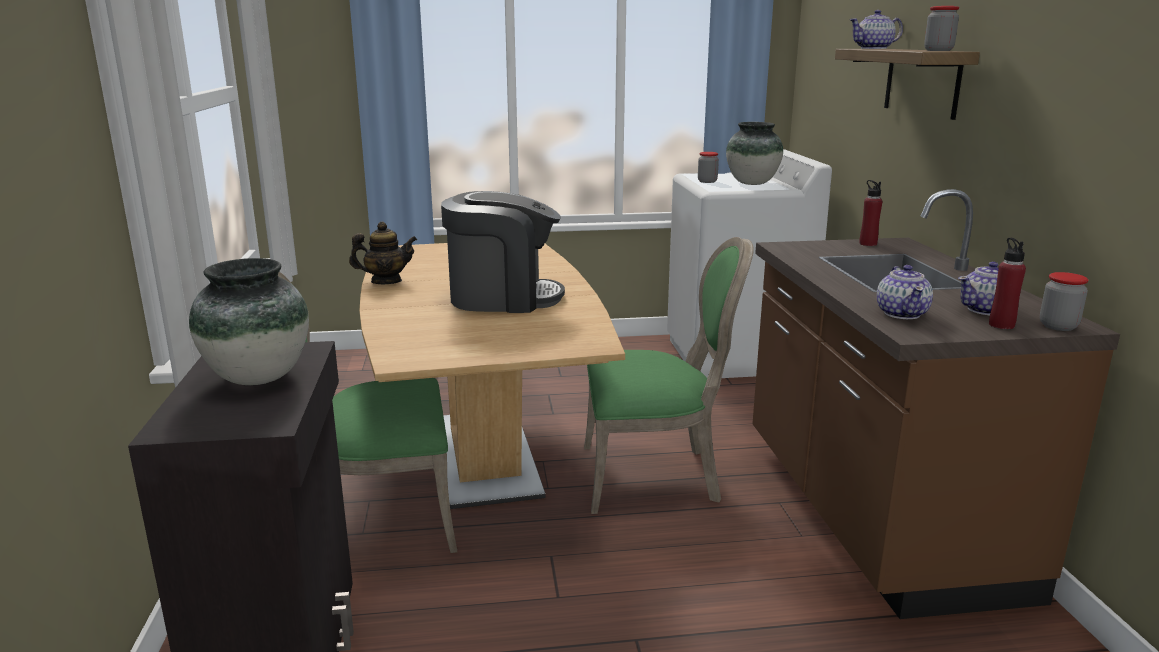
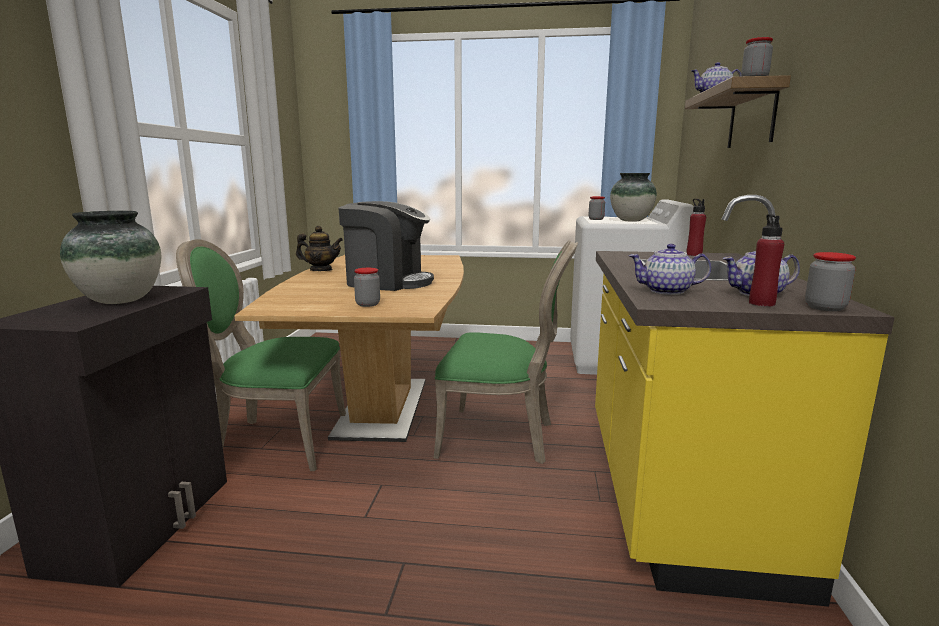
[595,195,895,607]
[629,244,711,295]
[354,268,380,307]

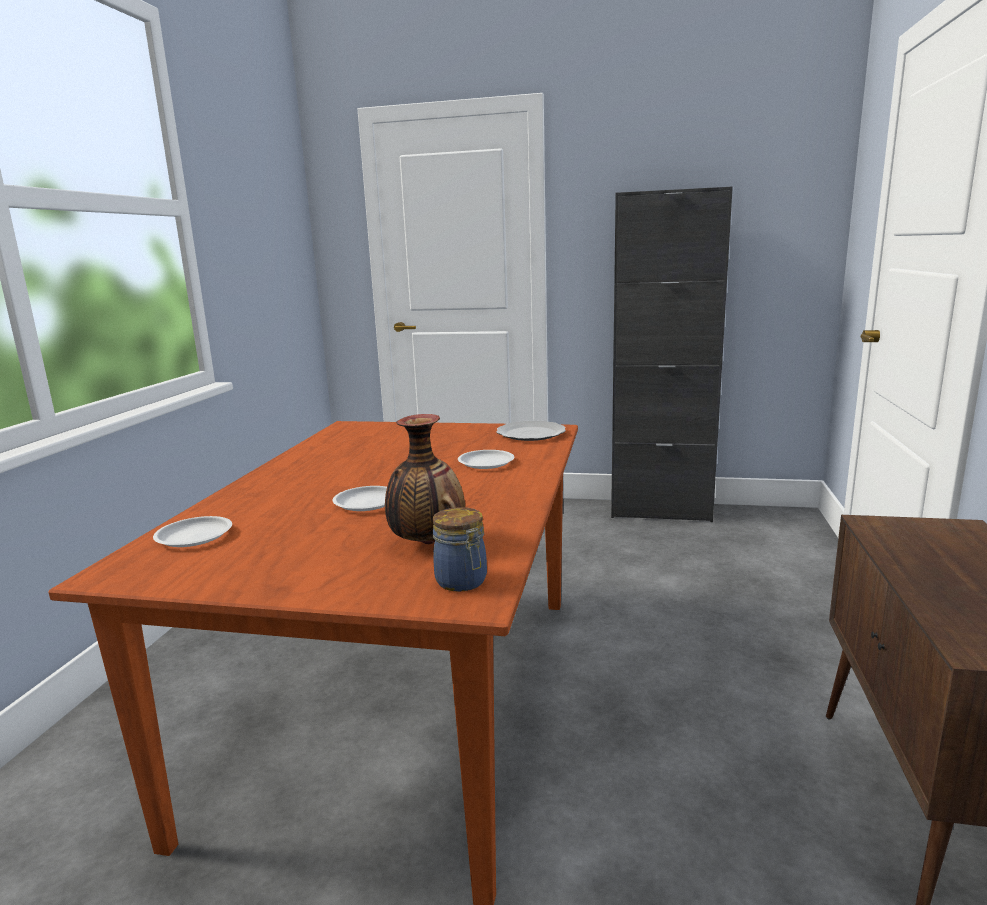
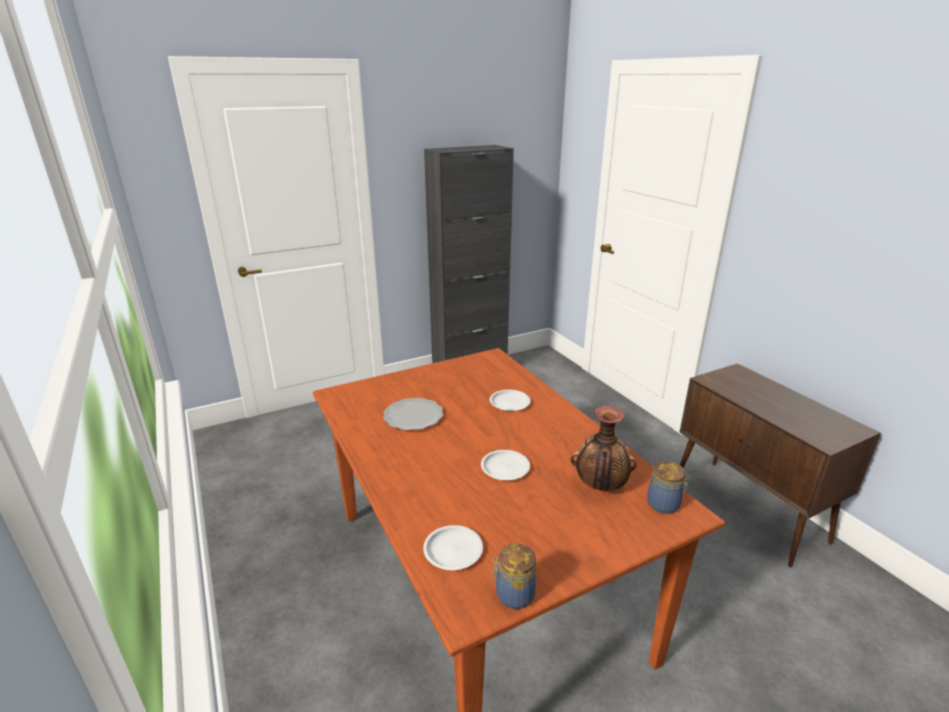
[383,398,443,431]
[492,543,536,609]

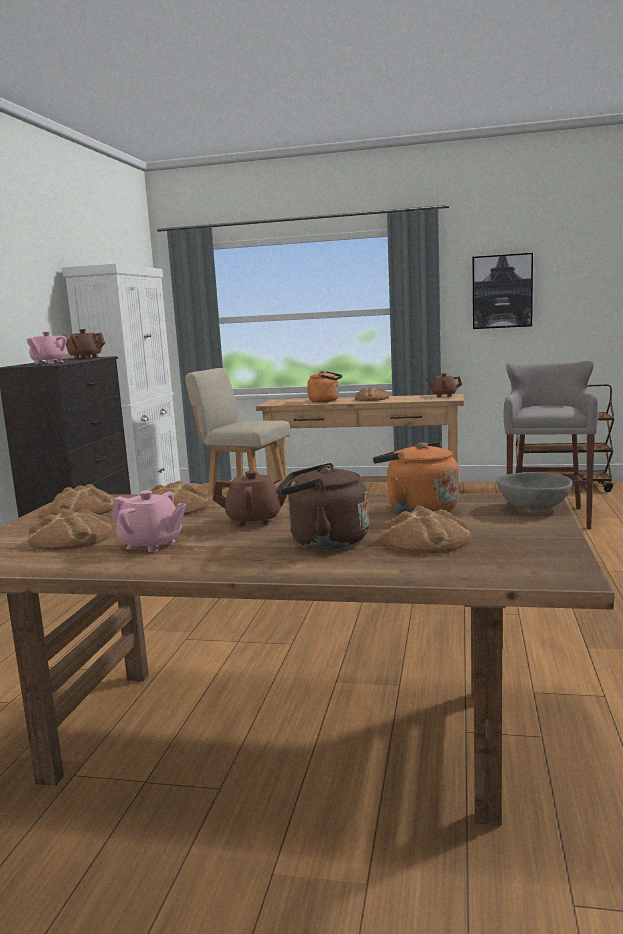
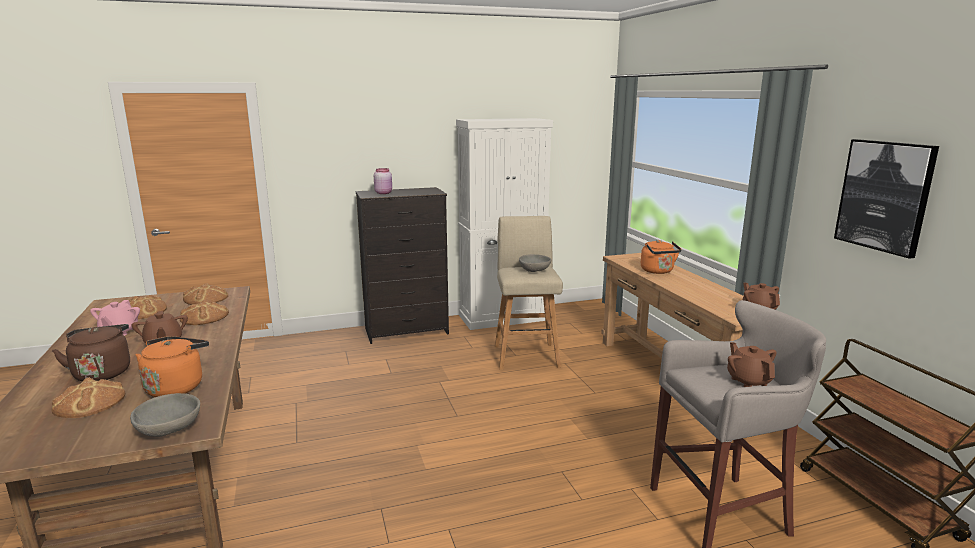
[374,168,392,194]
[727,342,776,387]
[355,387,389,401] (first image)
[519,254,552,272]

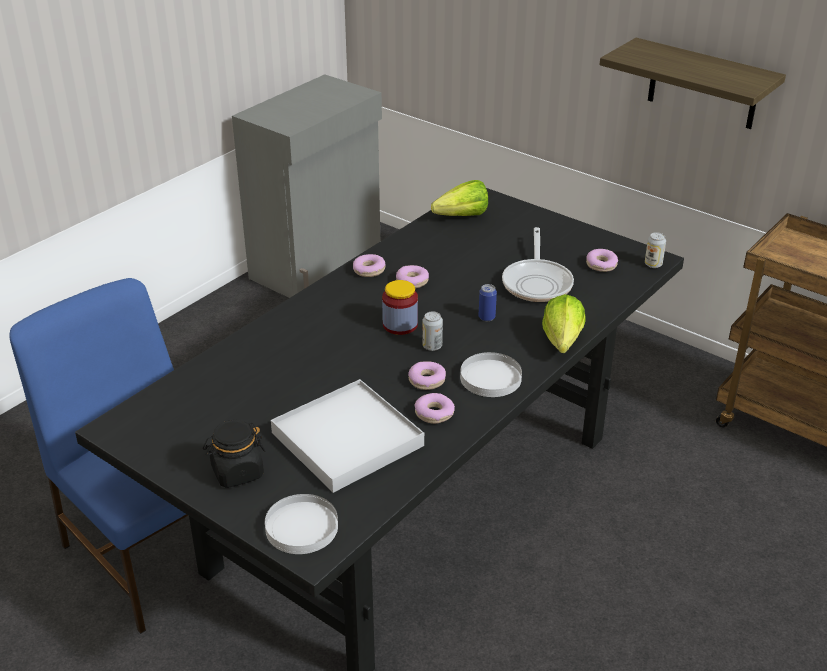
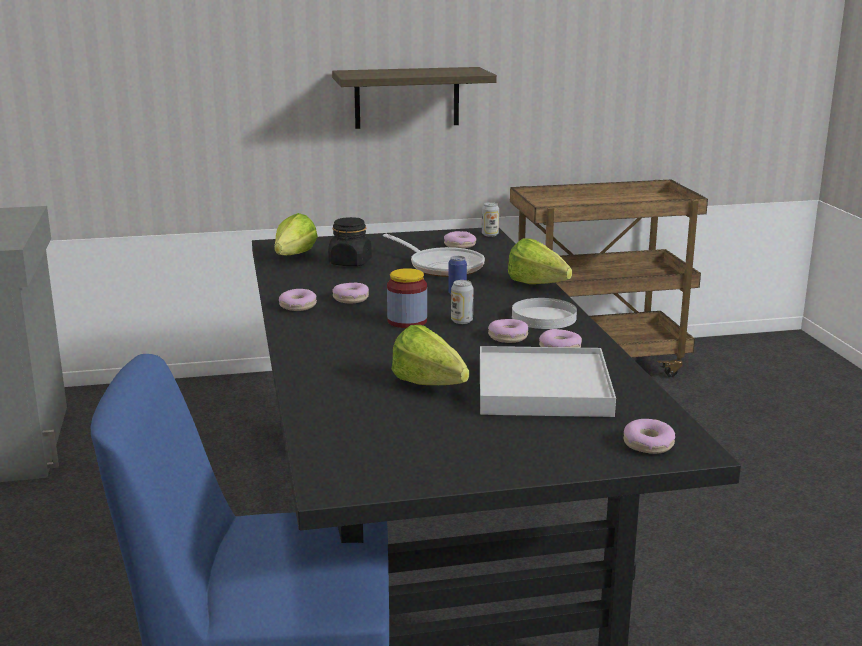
[328,217,372,266]
[624,419,675,454]
[391,325,469,385]

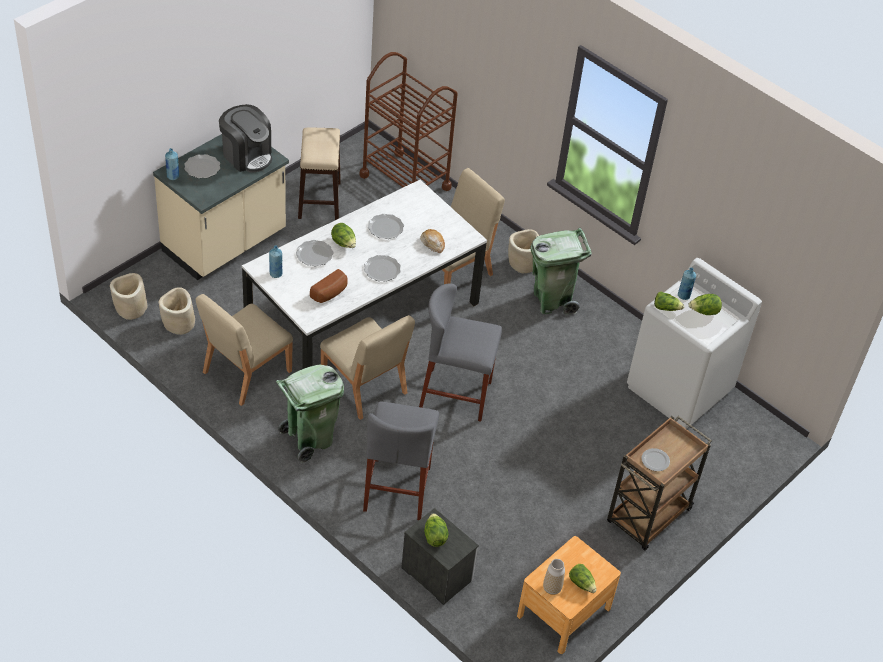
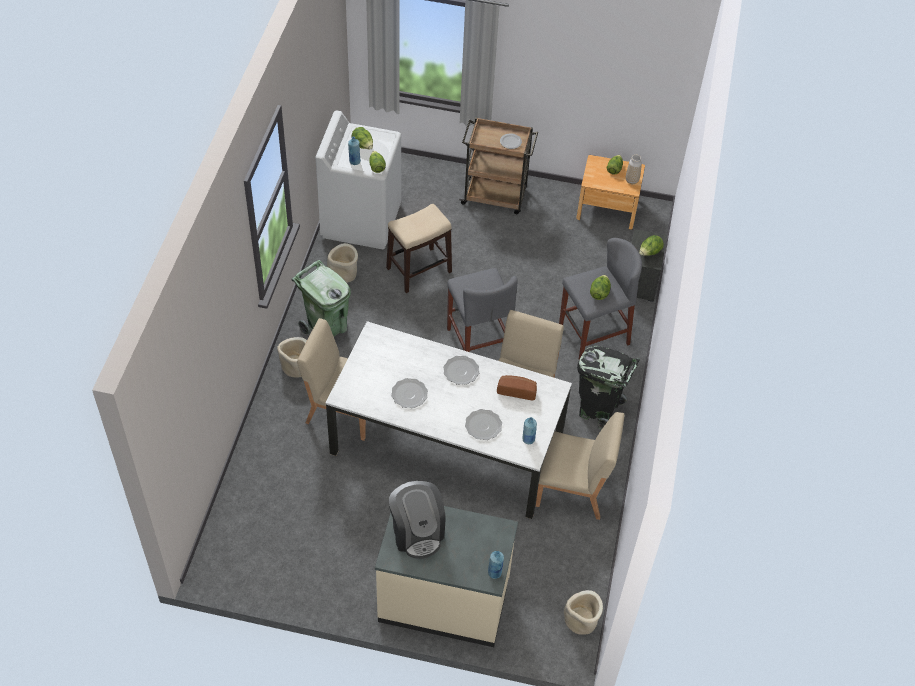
[327,243,358,283]
[185,154,220,178] (first image)
[389,481,446,559]
[577,346,640,429]
[386,204,452,293]
[590,275,611,300]
[360,52,458,191] (first image)
[420,229,445,253] (first image)

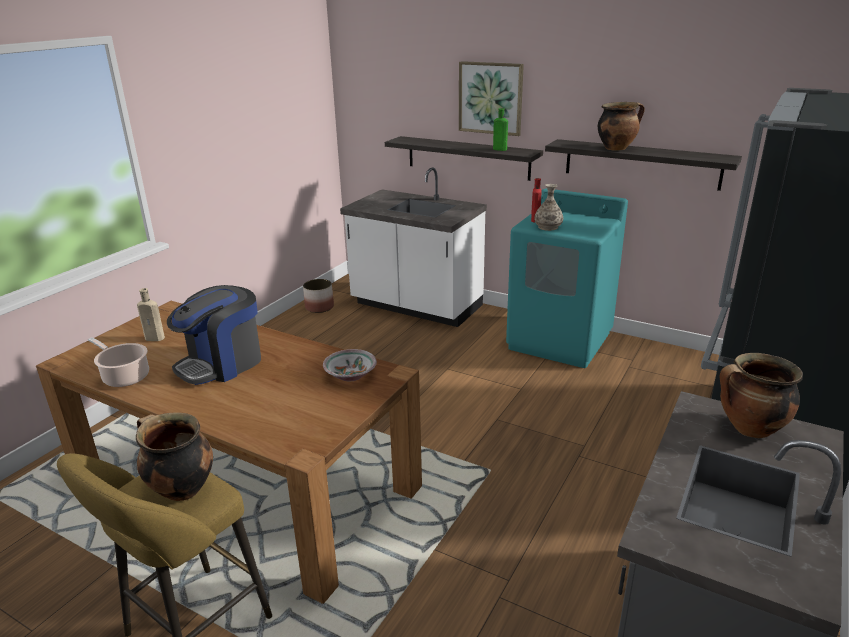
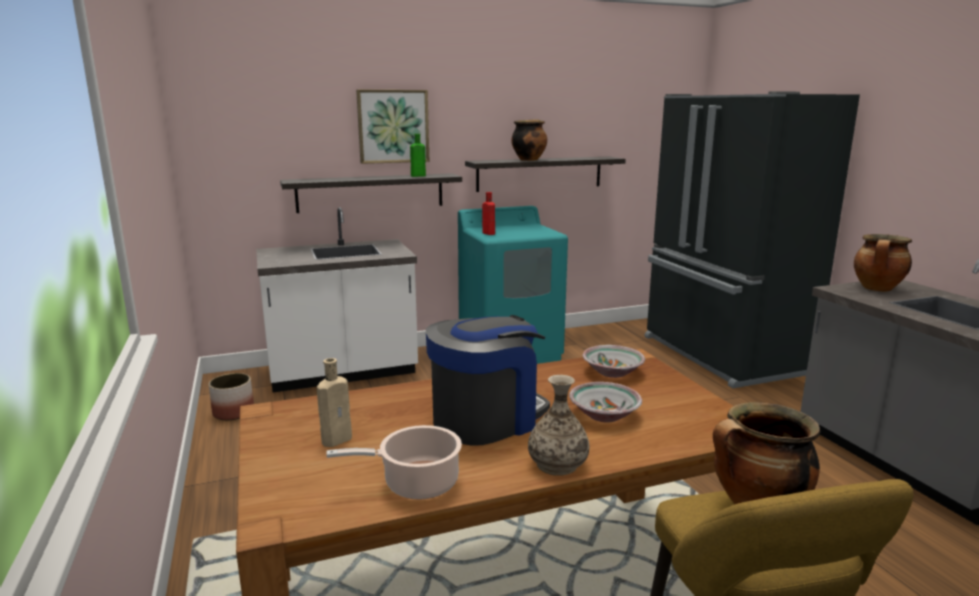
[426,315,550,446]
[528,375,589,476]
[569,382,642,423]

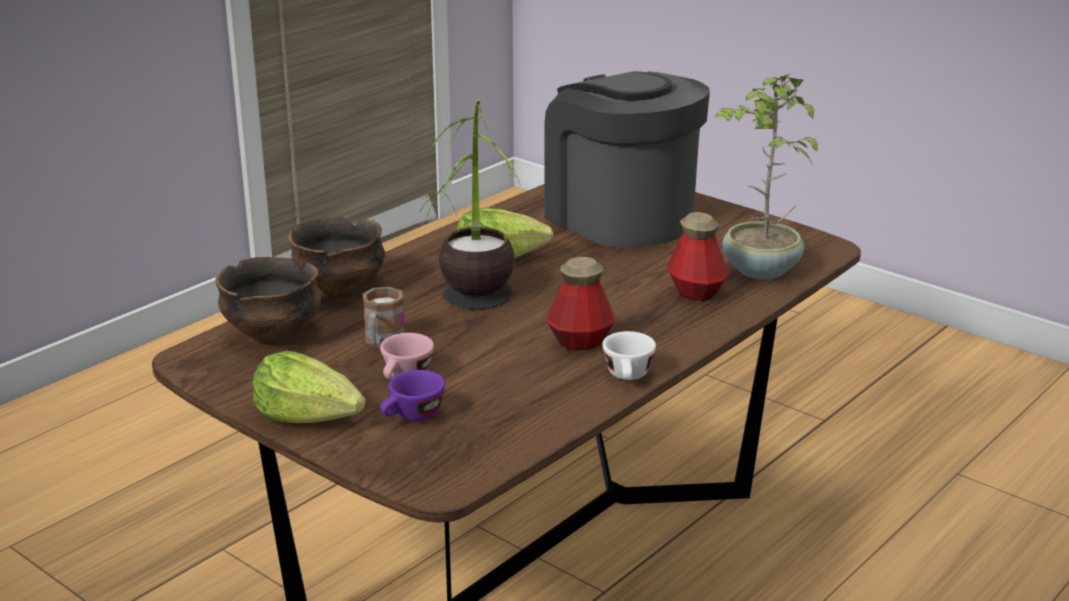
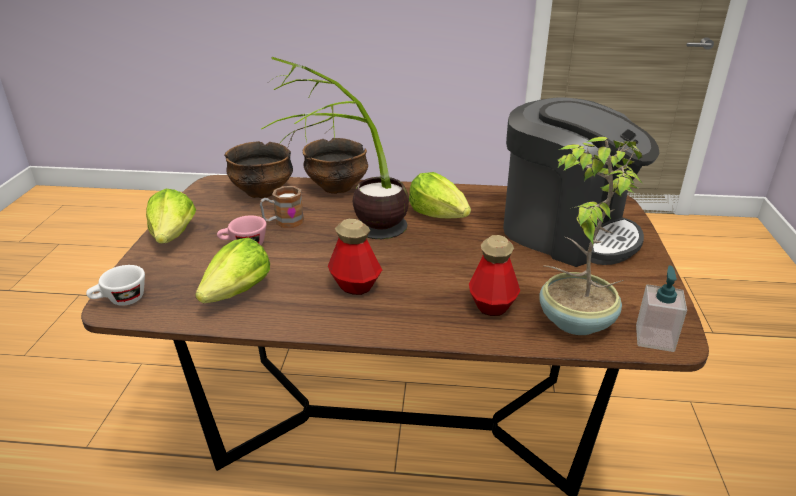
[380,370,445,422] (first image)
[503,97,659,267]
[86,265,145,306]
[195,238,270,303]
[636,265,687,352]

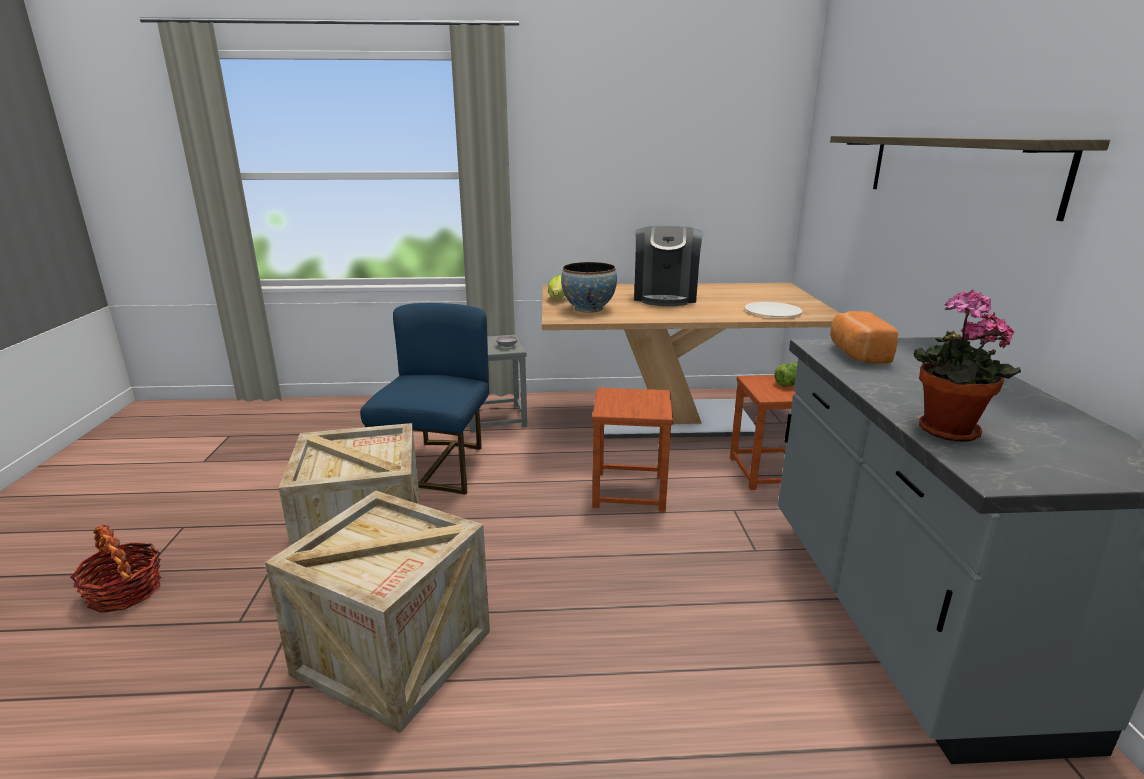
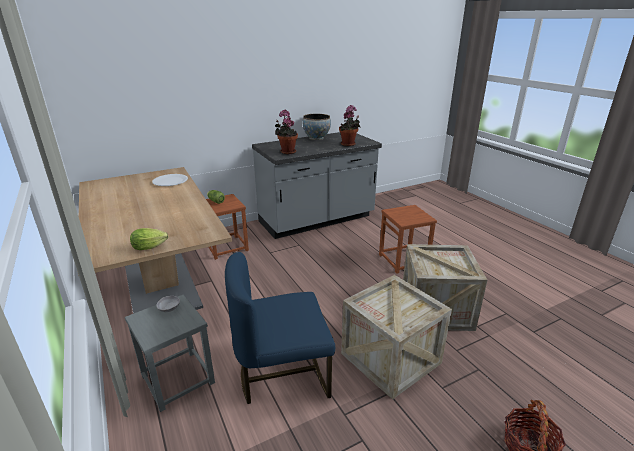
[303,114,331,140]
[379,205,437,274]
[634,226,703,306] (first image)
[830,136,1110,221] (first image)
[275,110,298,154]

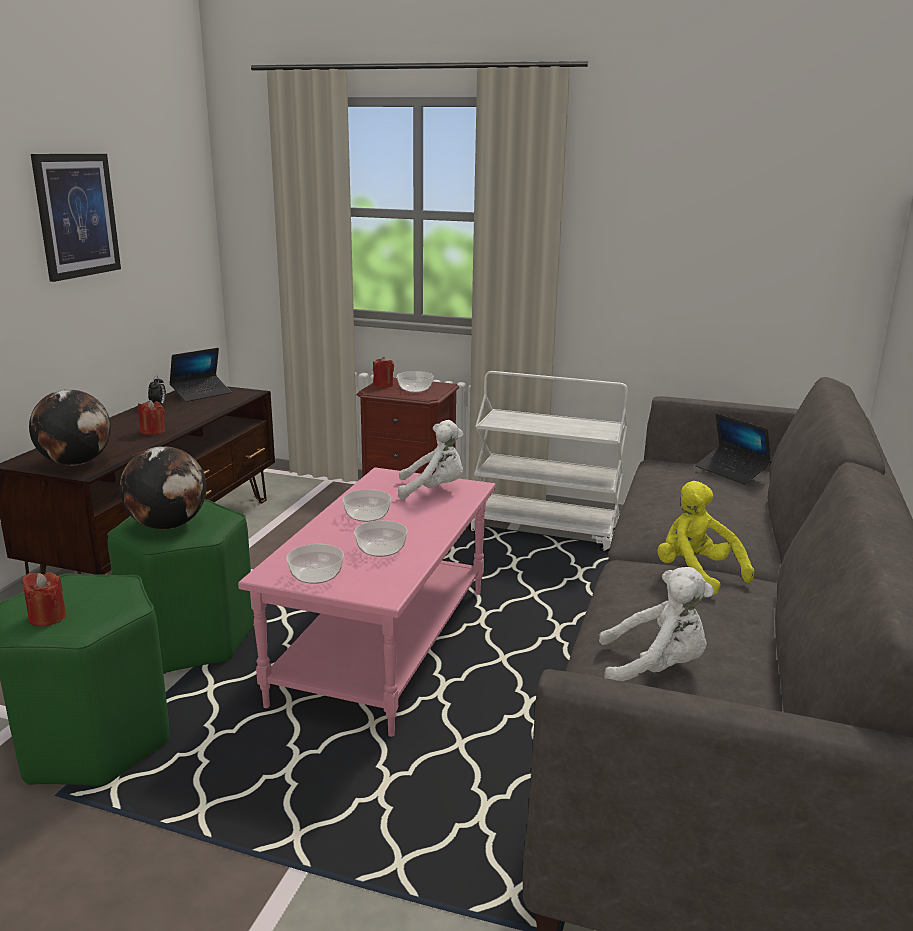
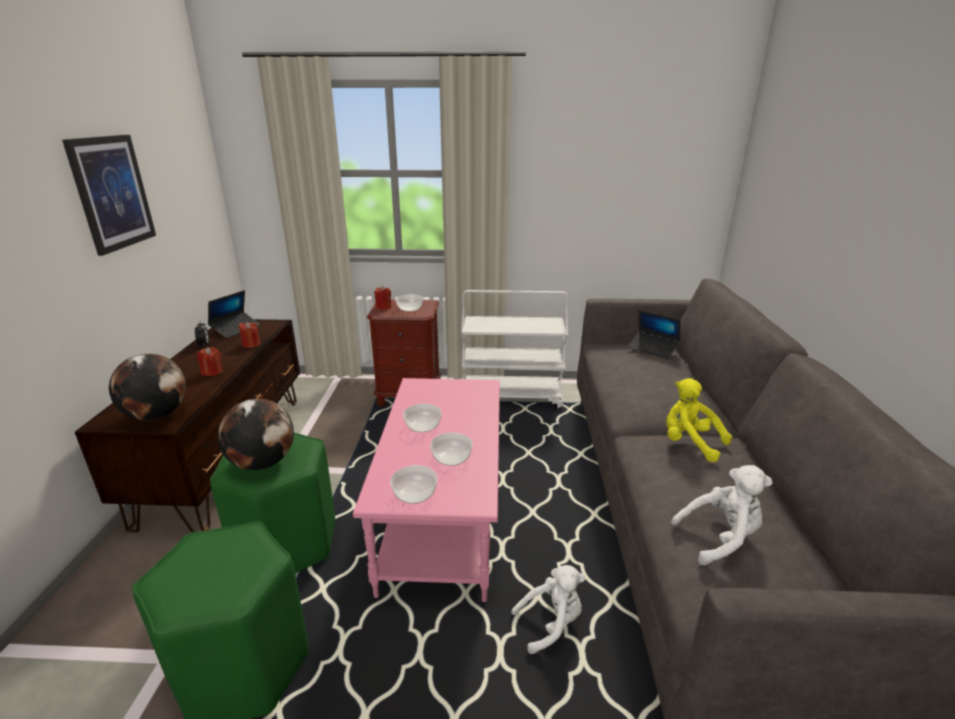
[239,322,260,348]
[511,565,585,654]

